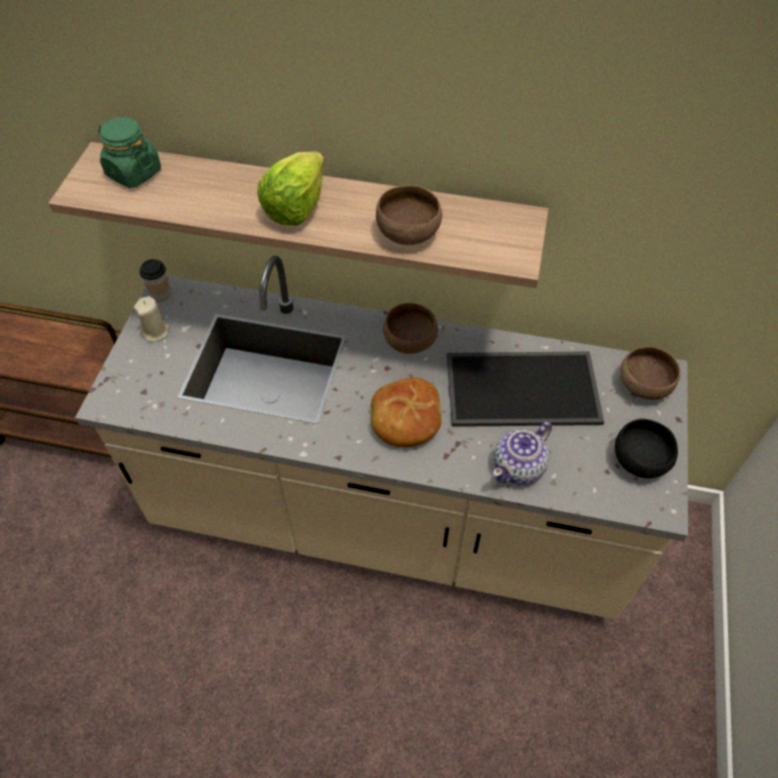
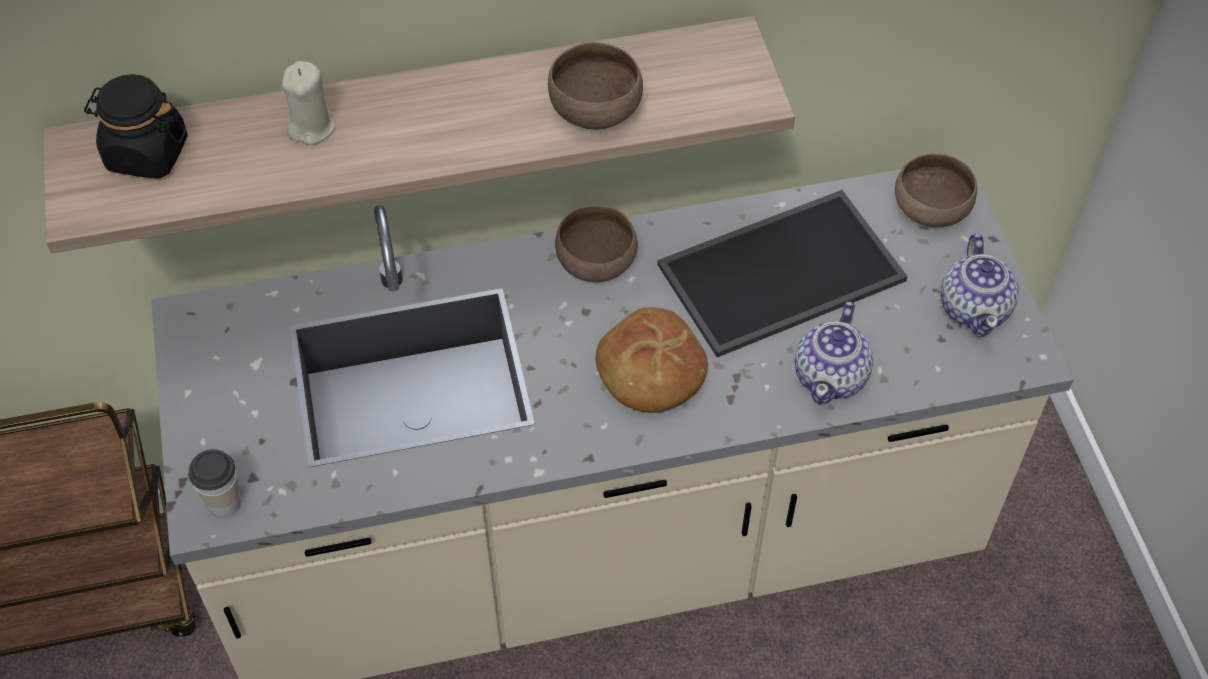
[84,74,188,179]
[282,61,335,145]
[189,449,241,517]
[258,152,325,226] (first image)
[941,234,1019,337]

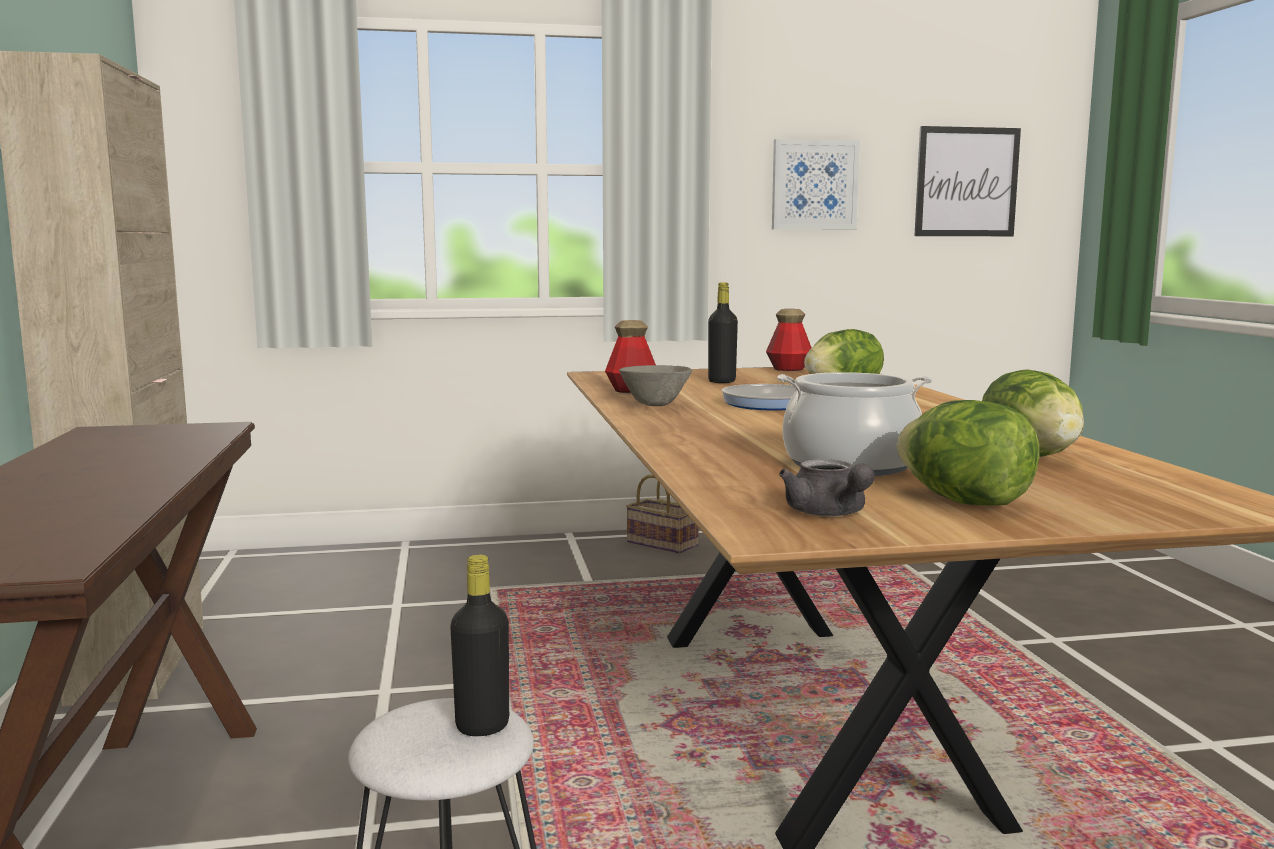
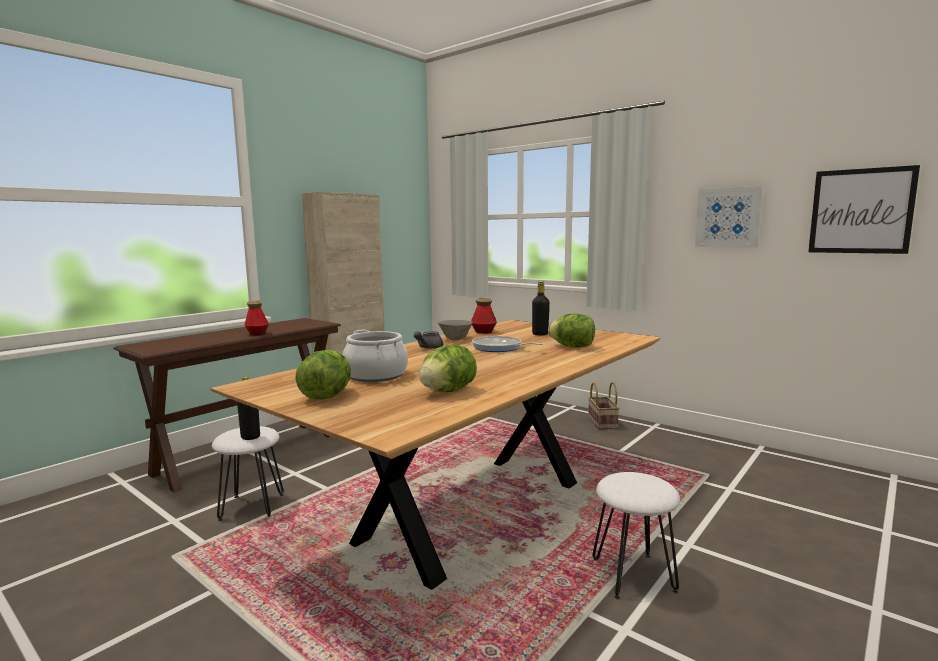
[244,300,269,335]
[414,331,443,349]
[592,472,680,599]

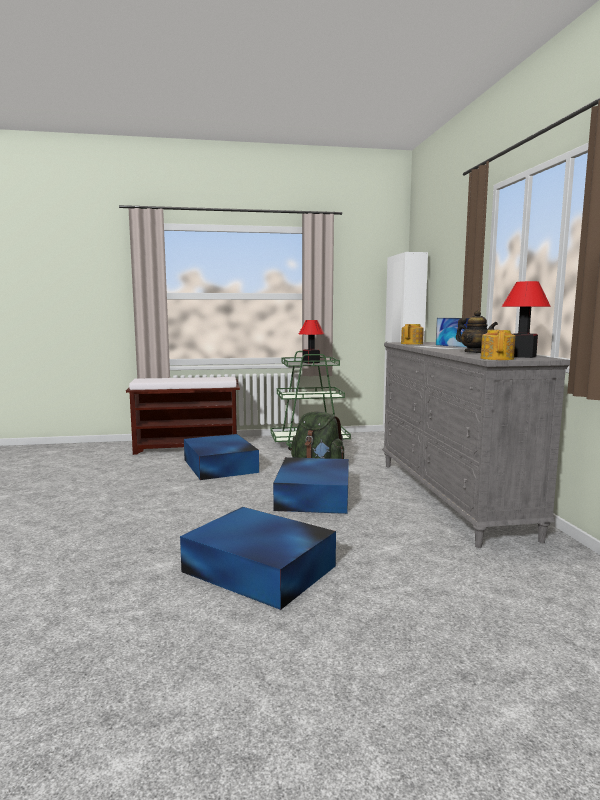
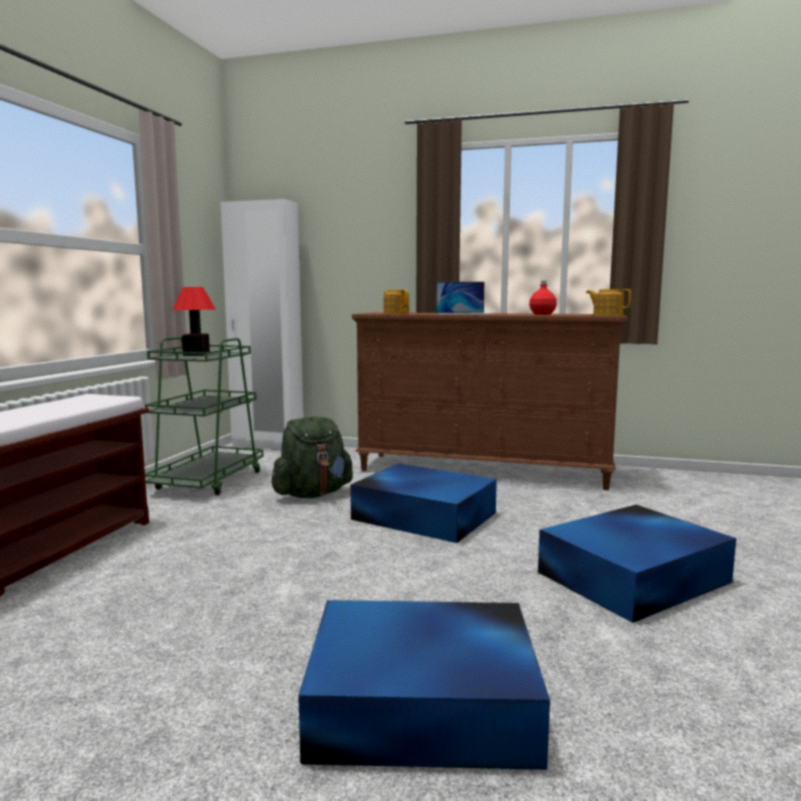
[298,600,550,770]
[352,312,627,490]
[529,281,557,315]
[502,281,551,358] (first image)

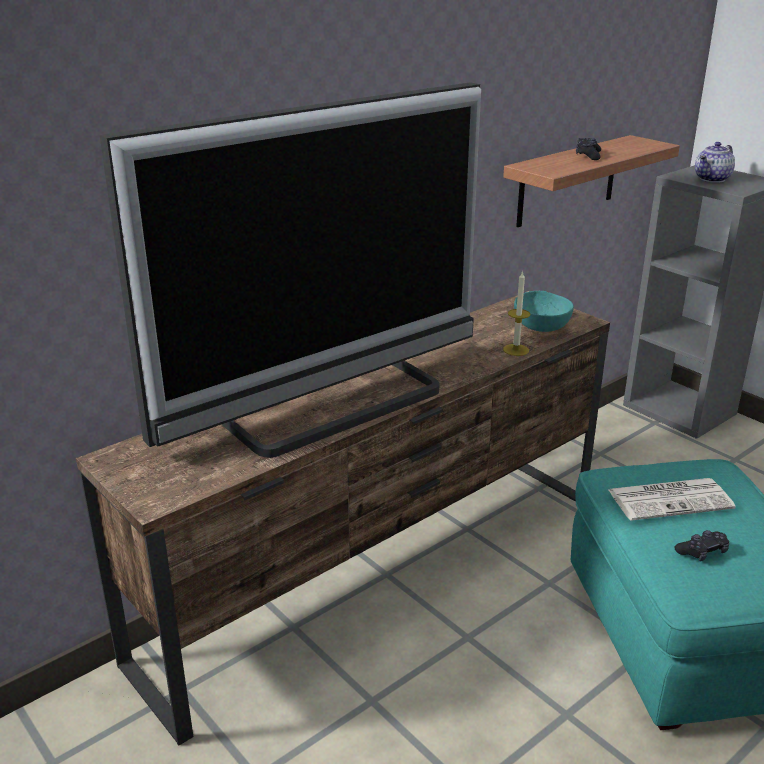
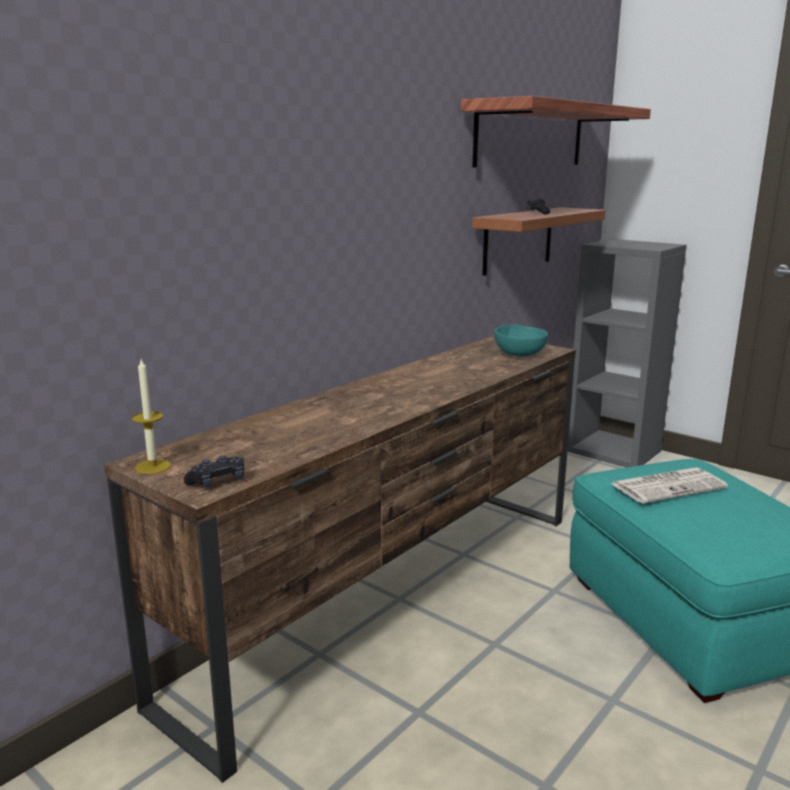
[99,82,481,458] (first image)
[132,359,171,474]
[184,455,244,487]
[695,142,735,183] (first image)
[461,96,651,167]

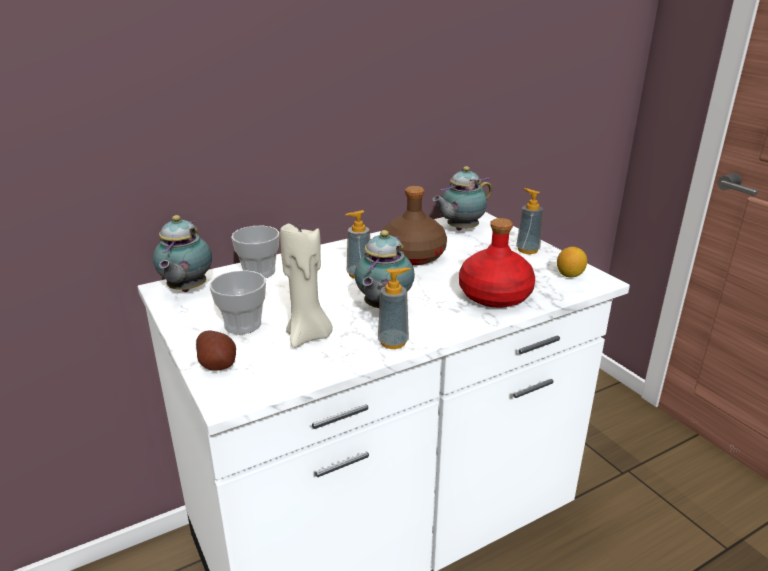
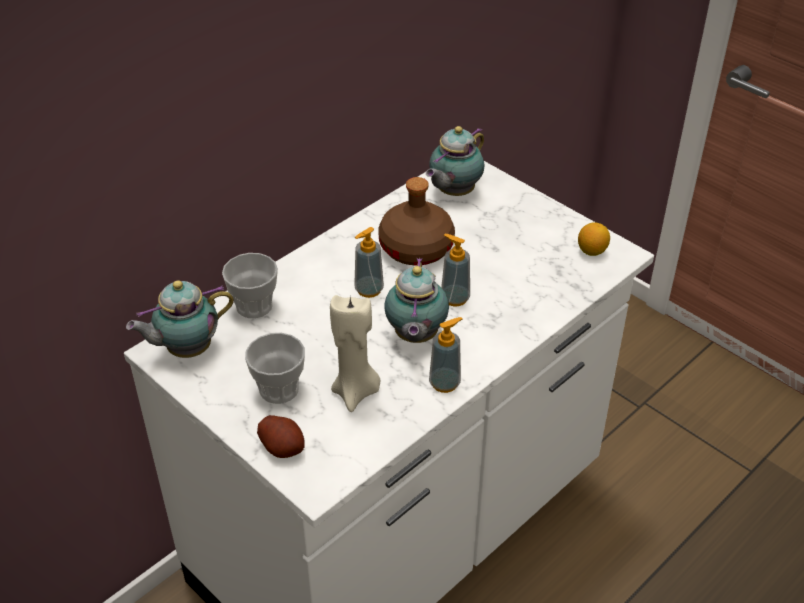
[126,280,234,358]
[459,218,535,308] (first image)
[441,234,470,306]

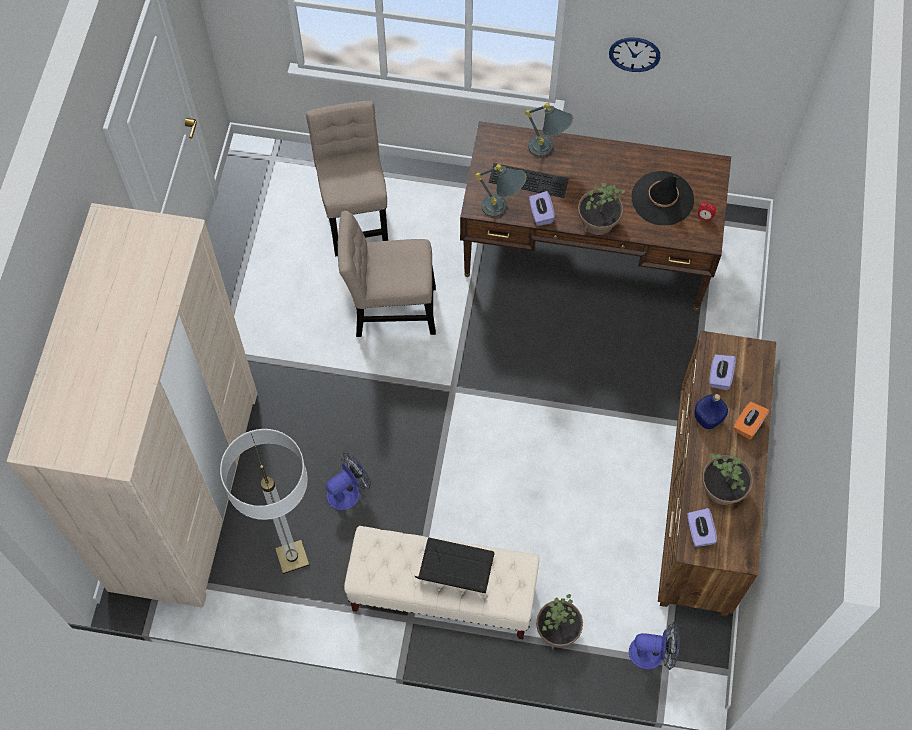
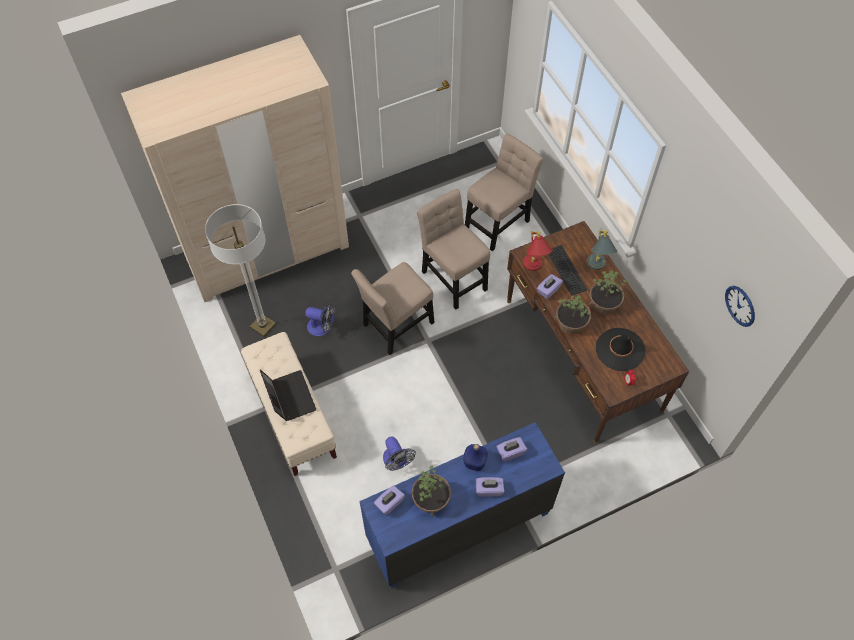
[523,231,553,271]
[589,271,627,315]
[725,286,755,327]
[383,436,416,471]
[360,422,565,588]
[476,477,504,497]
[351,262,435,355]

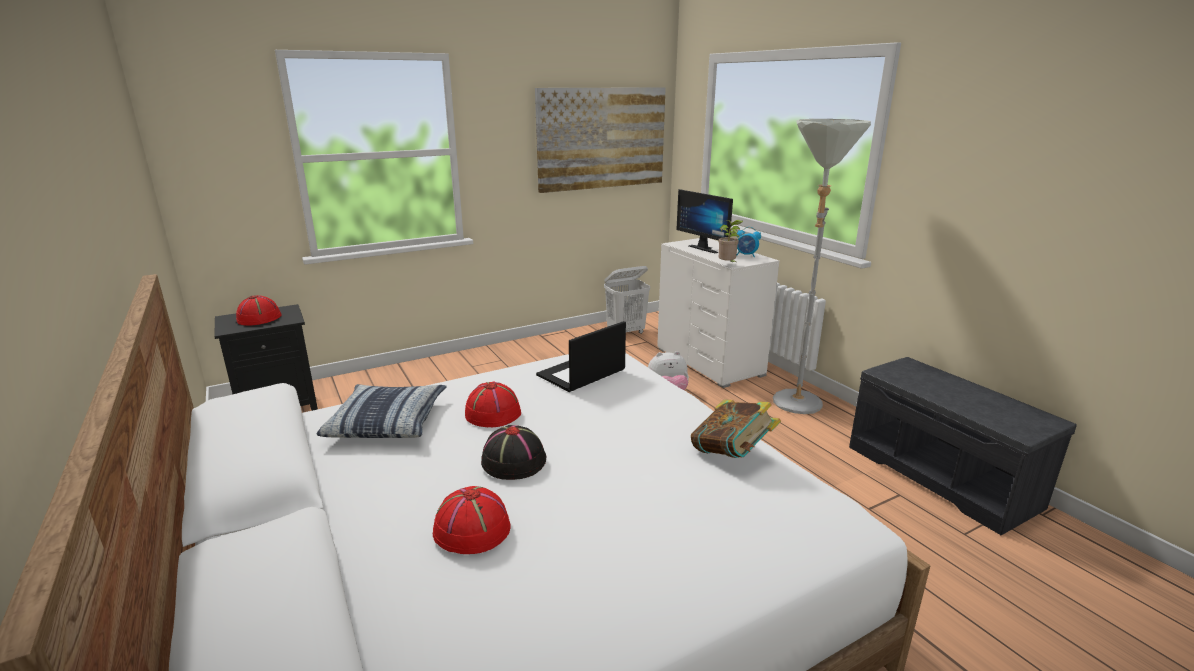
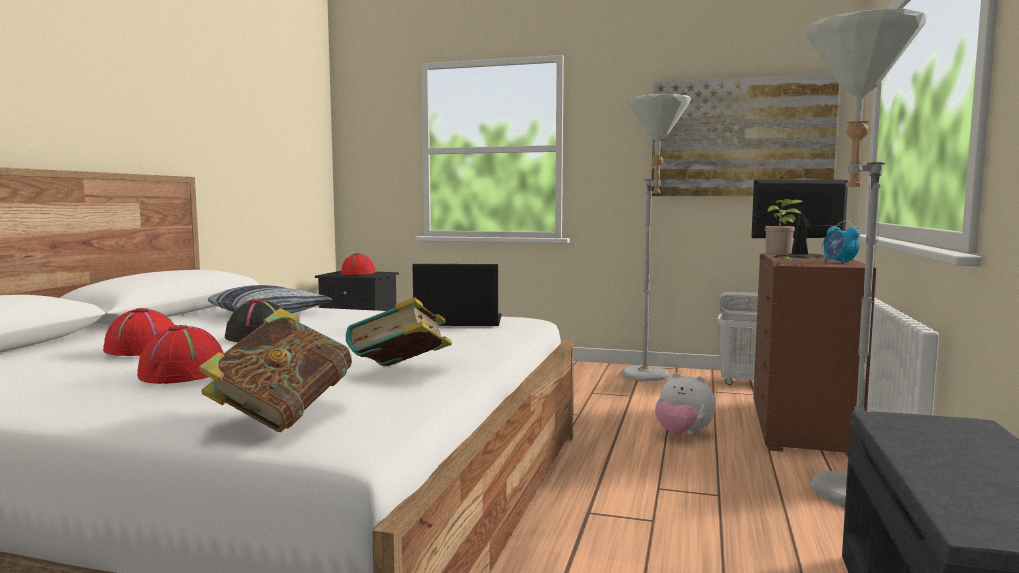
[137,325,224,384]
[753,253,876,457]
[751,179,848,259]
[199,308,352,432]
[621,94,691,381]

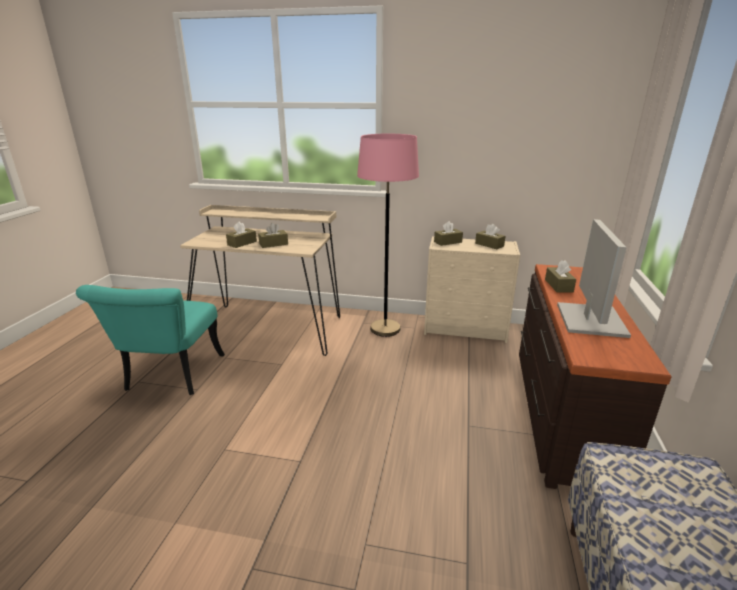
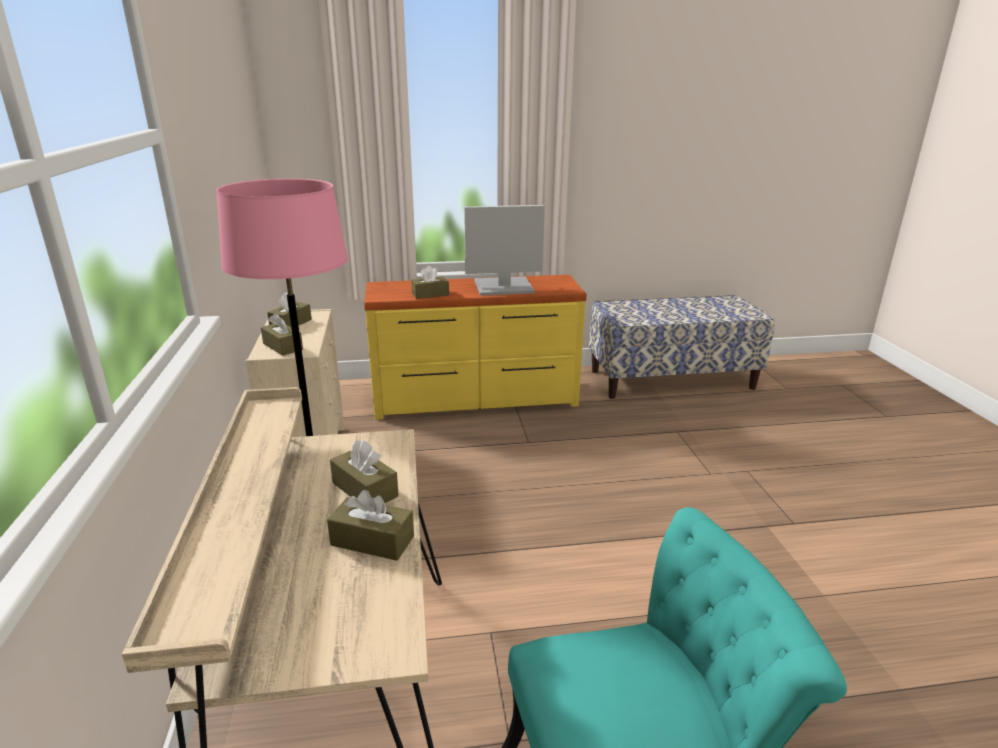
[364,275,587,420]

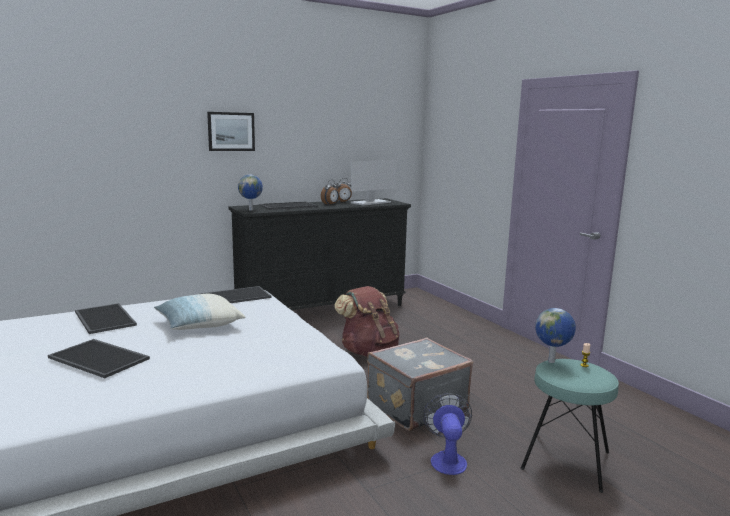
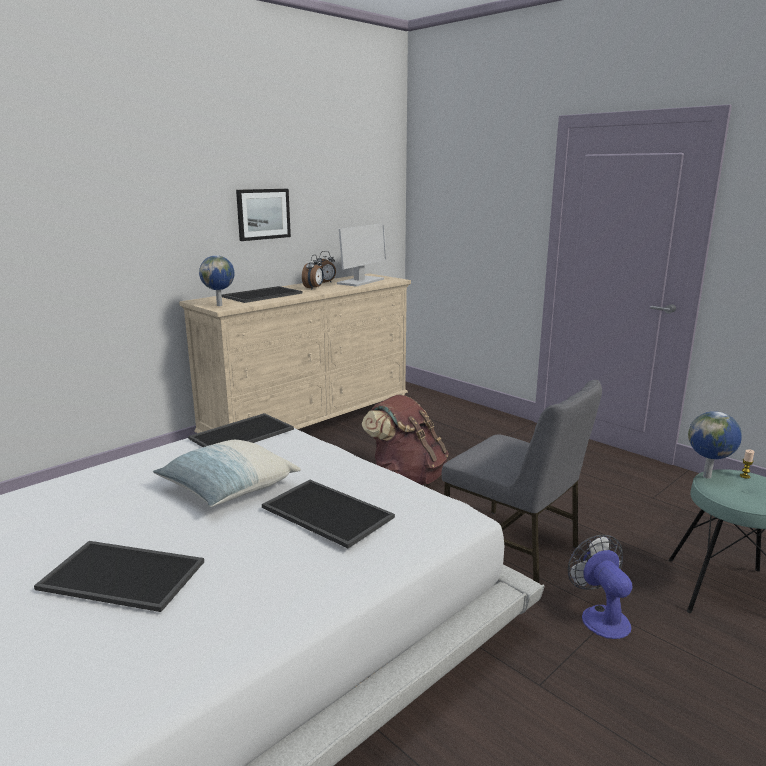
[262,480,395,548]
[236,189,291,241]
[179,273,411,433]
[442,380,602,583]

